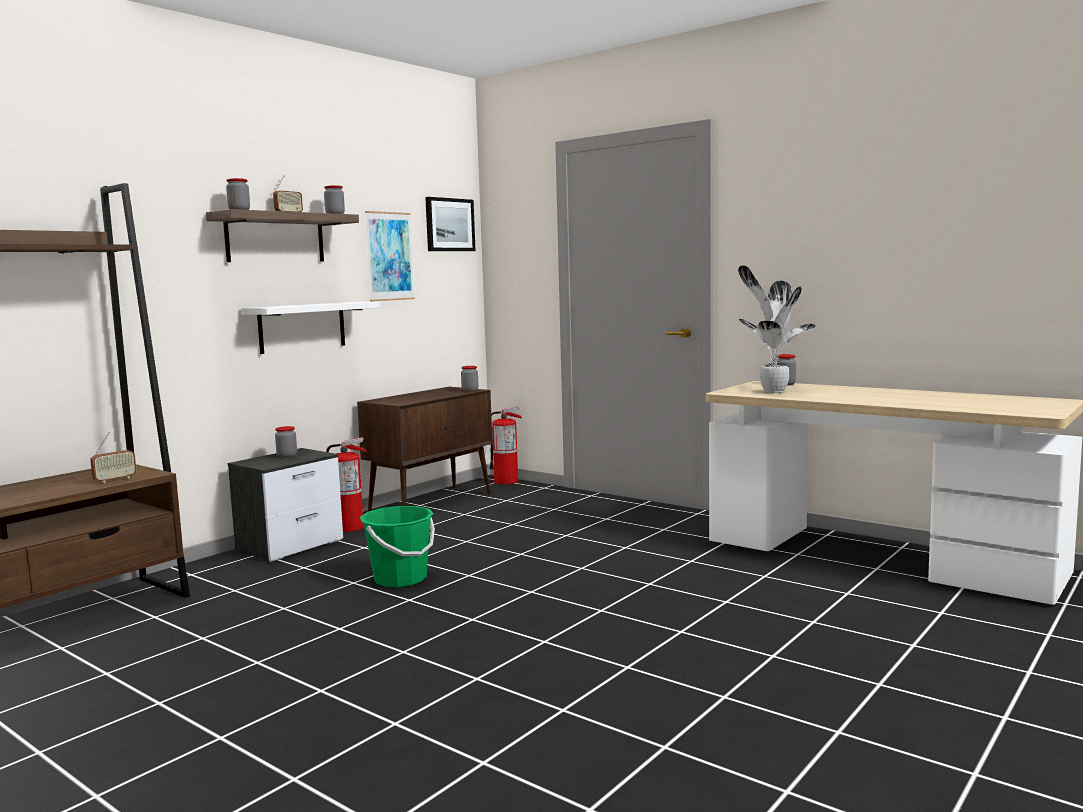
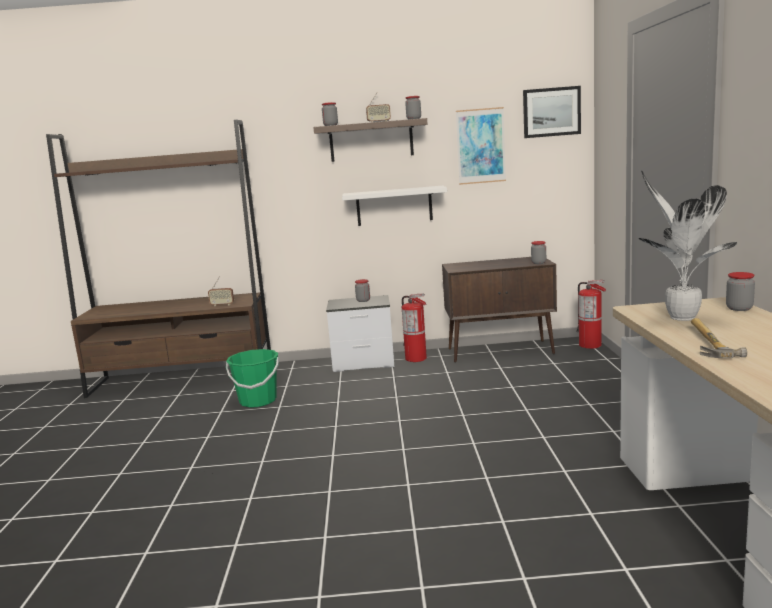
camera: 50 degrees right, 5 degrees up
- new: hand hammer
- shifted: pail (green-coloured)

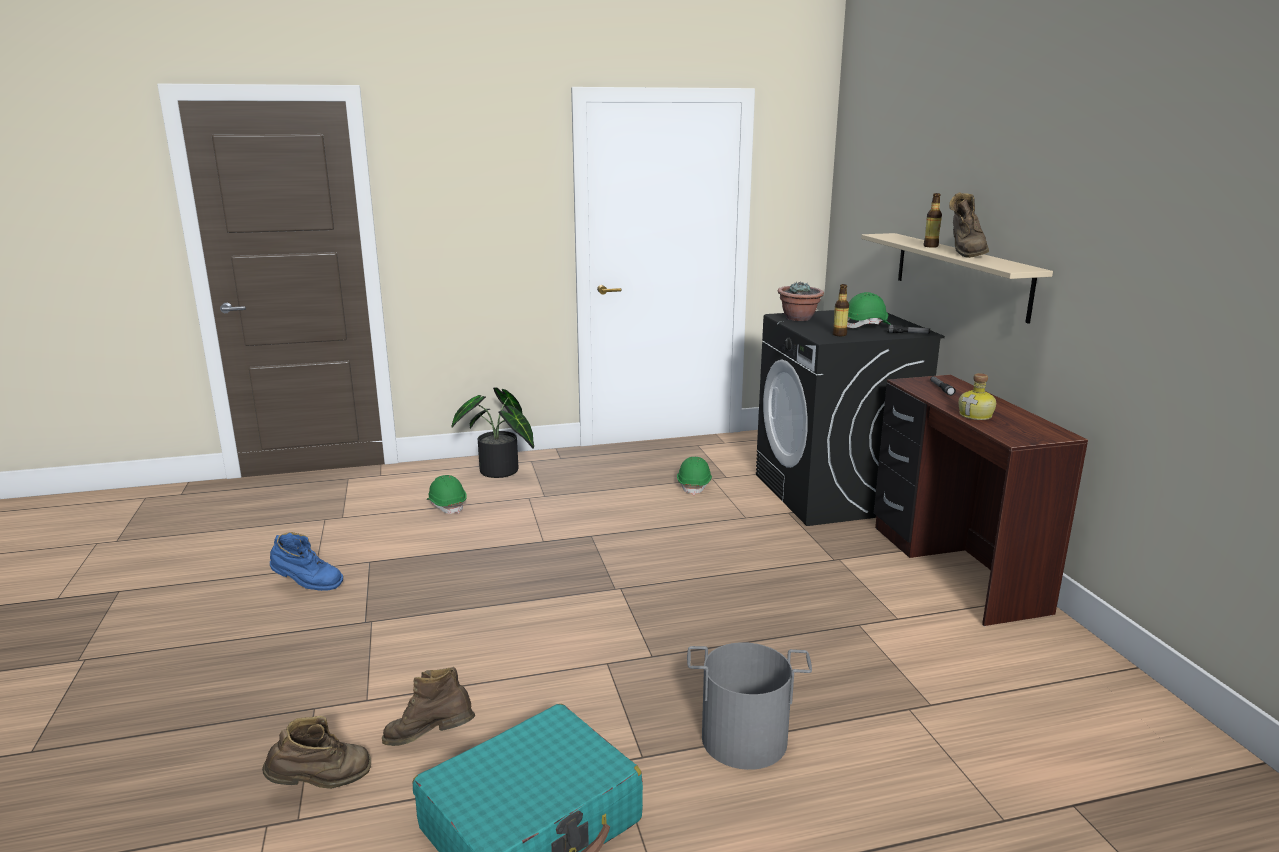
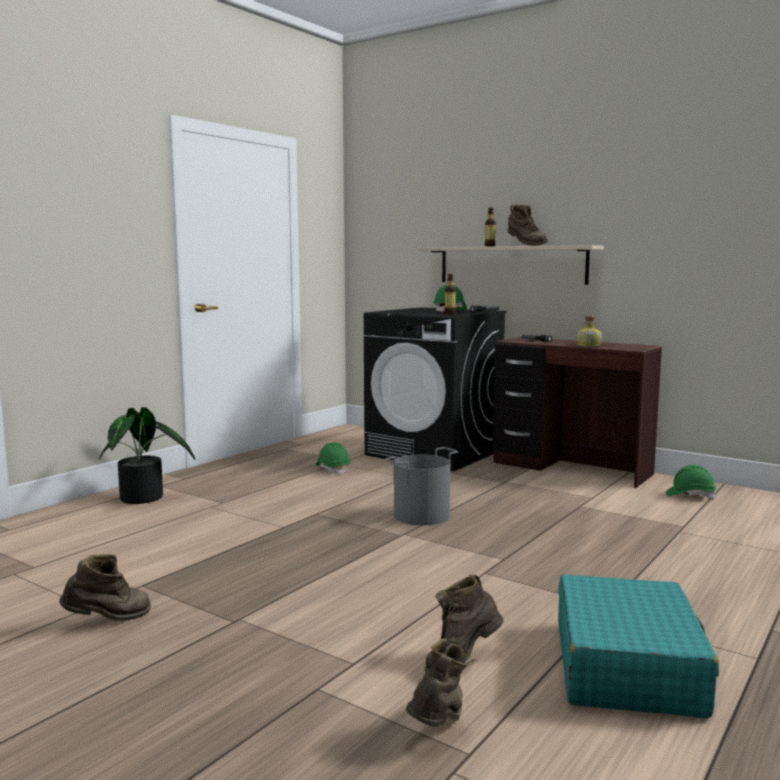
camera: 40 degrees left, 10 degrees down
- gone: plant in a pot (no. 2 from left)
- shifted: safety helmet (green-coloured) (no. 1 from left in the first image) to safety helmet (green-coloured) (no. 3 from left)
- shifted: pail (greyish)
- repainted: high-top boot (blue-coloured) to high-top boot (brown) (no. 1 from left)

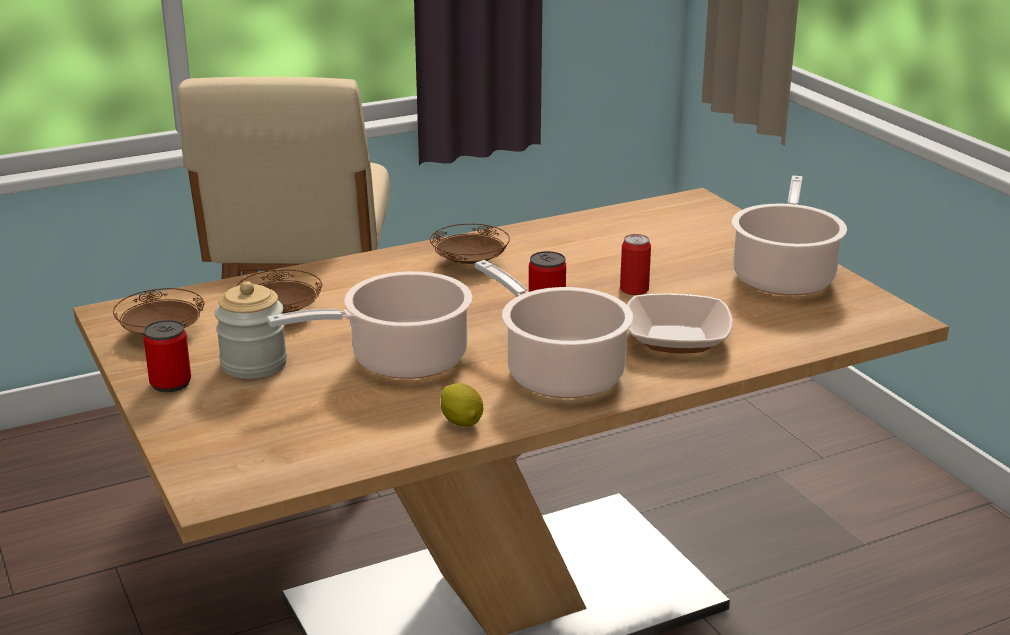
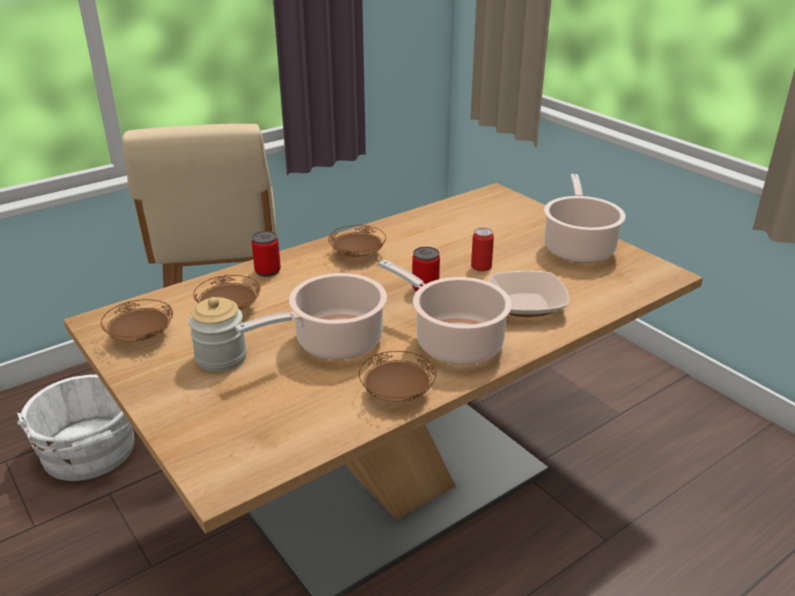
camera: 10 degrees left, 5 degrees up
- new: pail (white)
- shifted: can (no. 1 from left)
- swapped: citrus fruit to dinner plate (brown) (no. 4 from left)

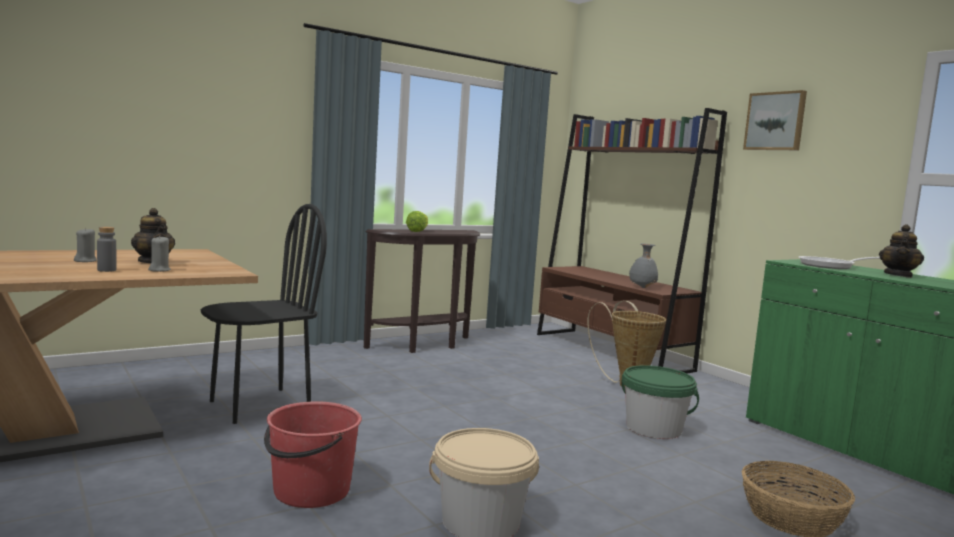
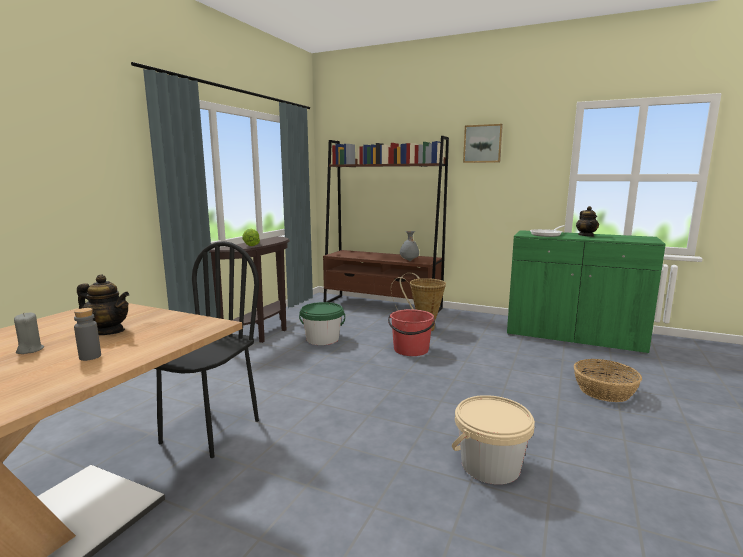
camera: 30 degrees left, 5 degrees up
- gone: wax light (greyish) (no. 2 from left)
- shifted: pail (reddish)
- shifted: pail (green-coloured)

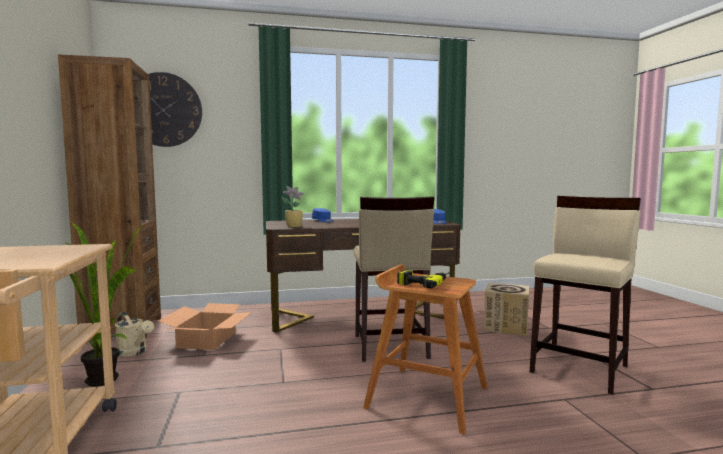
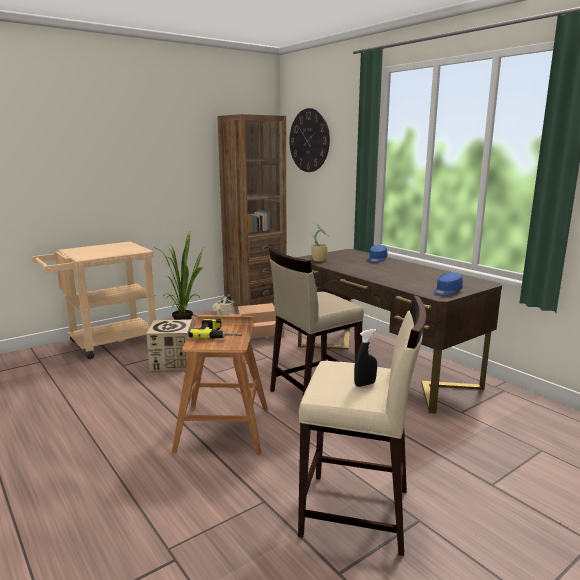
camera: 65 degrees right, 10 degrees up
- new: spray bottle (black)
- shifted: packing box (no. 2 from left in the first image) to packing box (no. 1 from left)

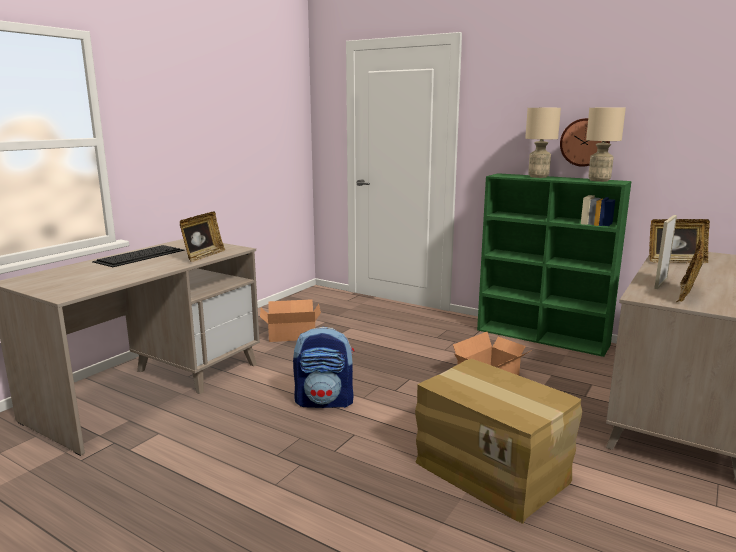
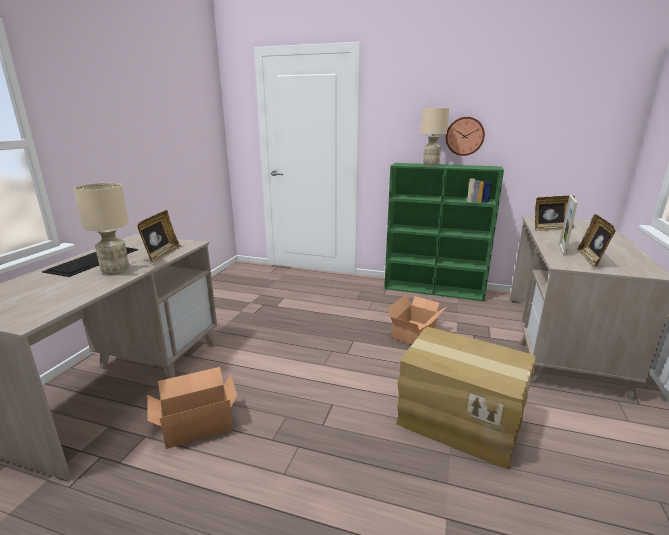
camera: 15 degrees left, 5 degrees up
- gone: backpack
- shifted: packing box (no. 1 from left)
- shifted: table lamp (beige) (no. 2 from left in the first image) to table lamp (beige) (no. 1 from left)

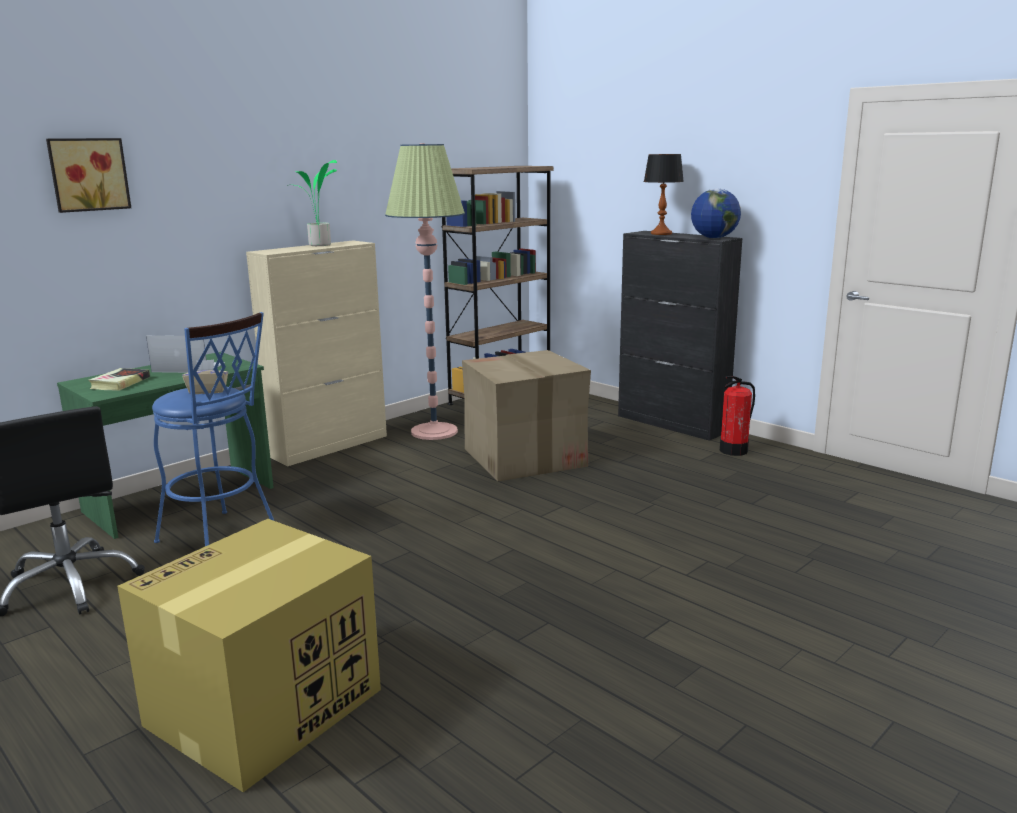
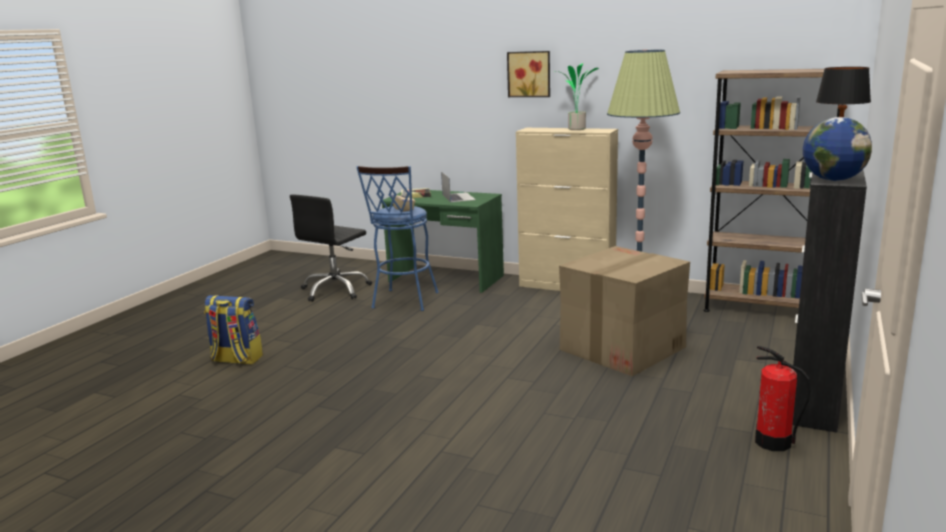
camera: 70 degrees right, 0 degrees up
- shifted: wall art
- swapped: packing box (no. 1 from left) to backpack

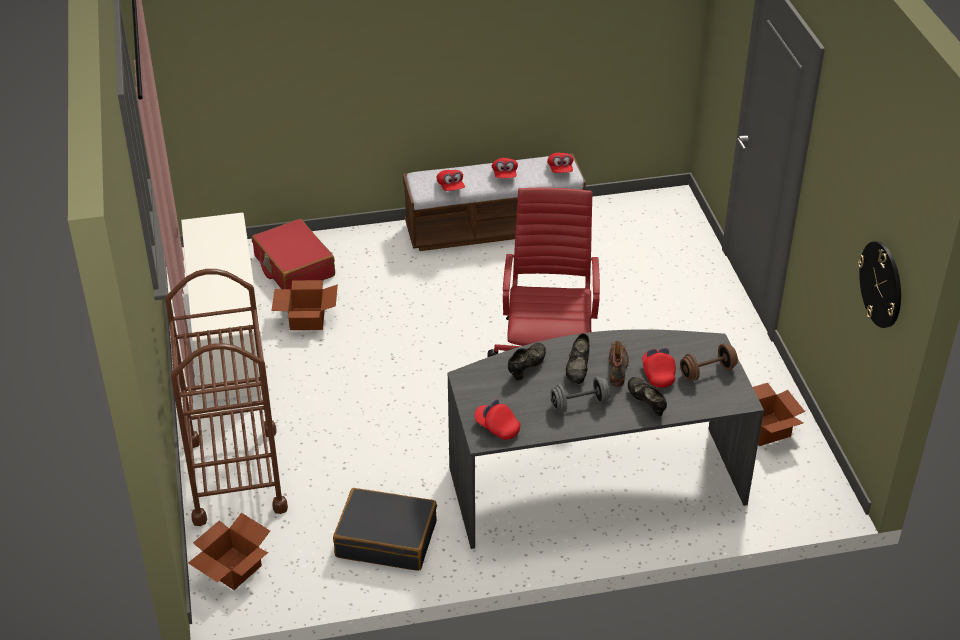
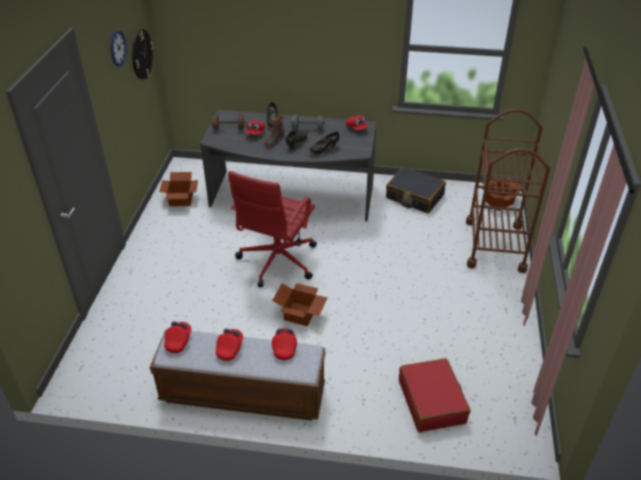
camera: 160 degrees left, 0 degrees up
- gone: shoe stand (white)
- new: hanging clock (no. 1 from left)
- shifted: packing box (no. 2 from left)

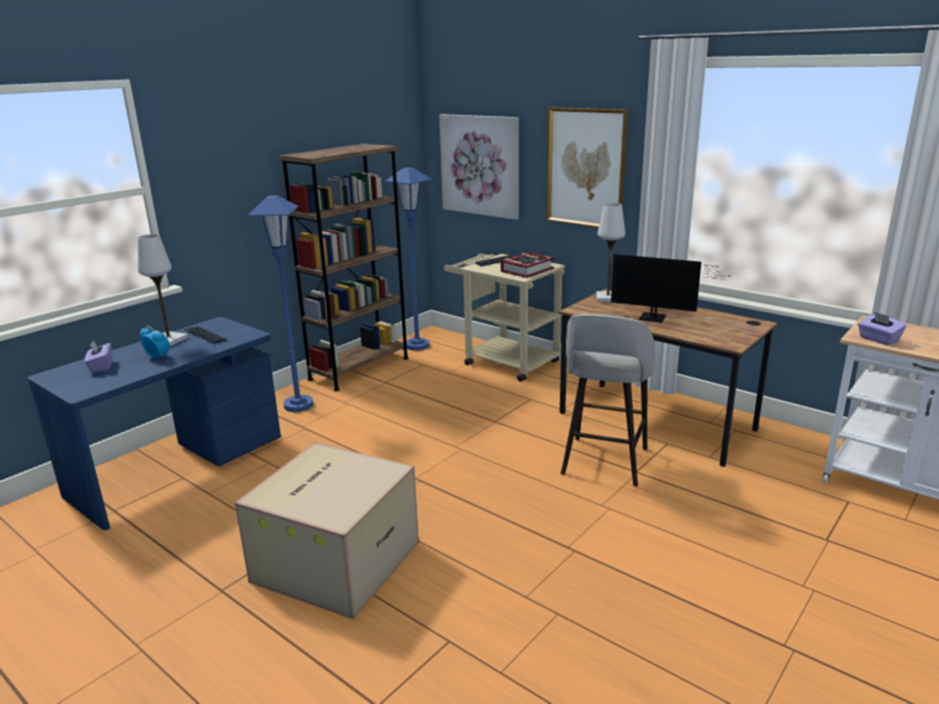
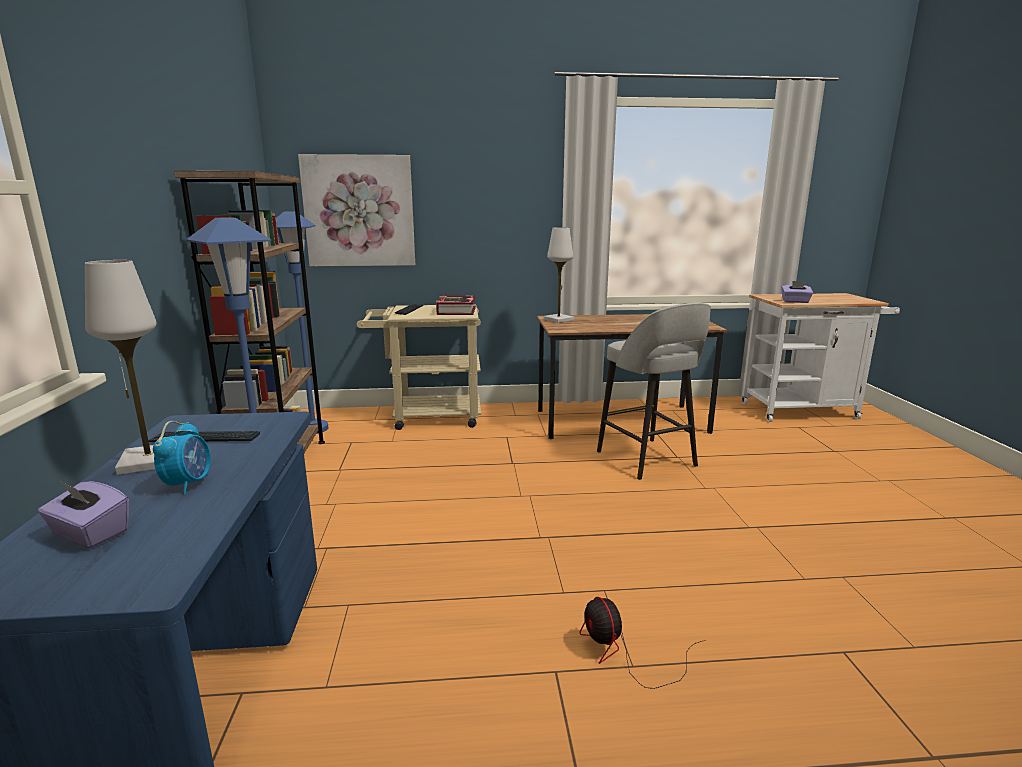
camera: 45 degrees left, 5 degrees down
- gone: wall art (no. 2 from left)
- gone: computer screen
- swapped: packing box to fan
- rotated: alarm clock 105 degrees clockwise

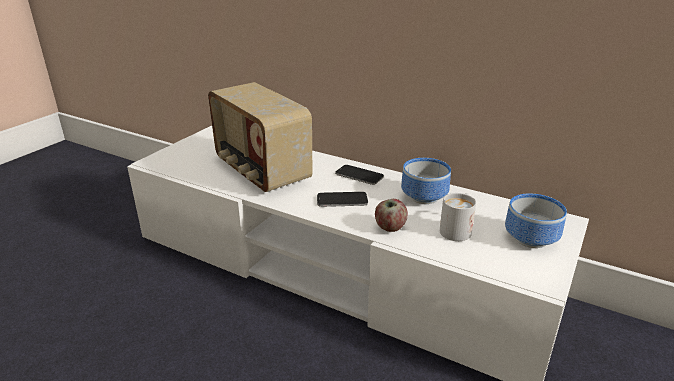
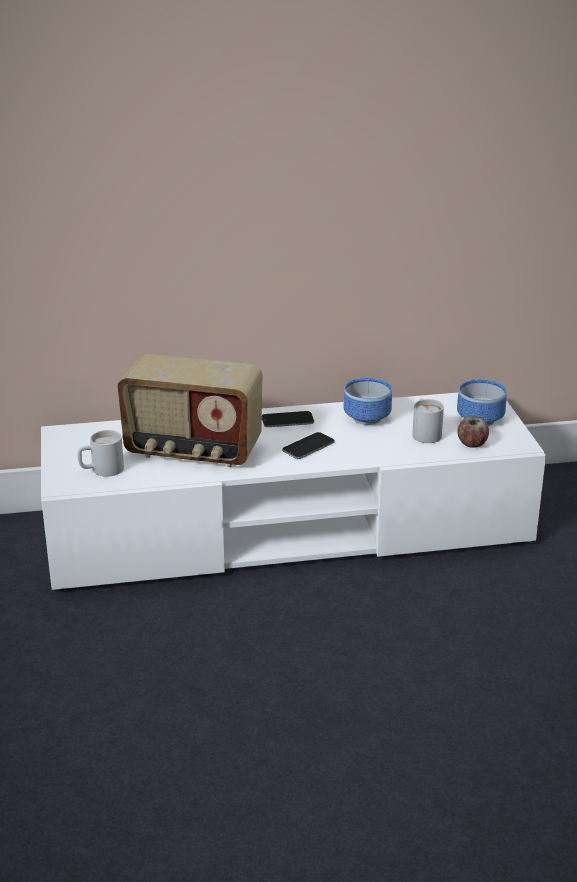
camera: 40 degrees left, 0 degrees up
- new: coffee mug (white) (no. 1 from left)
- shifted: apple

